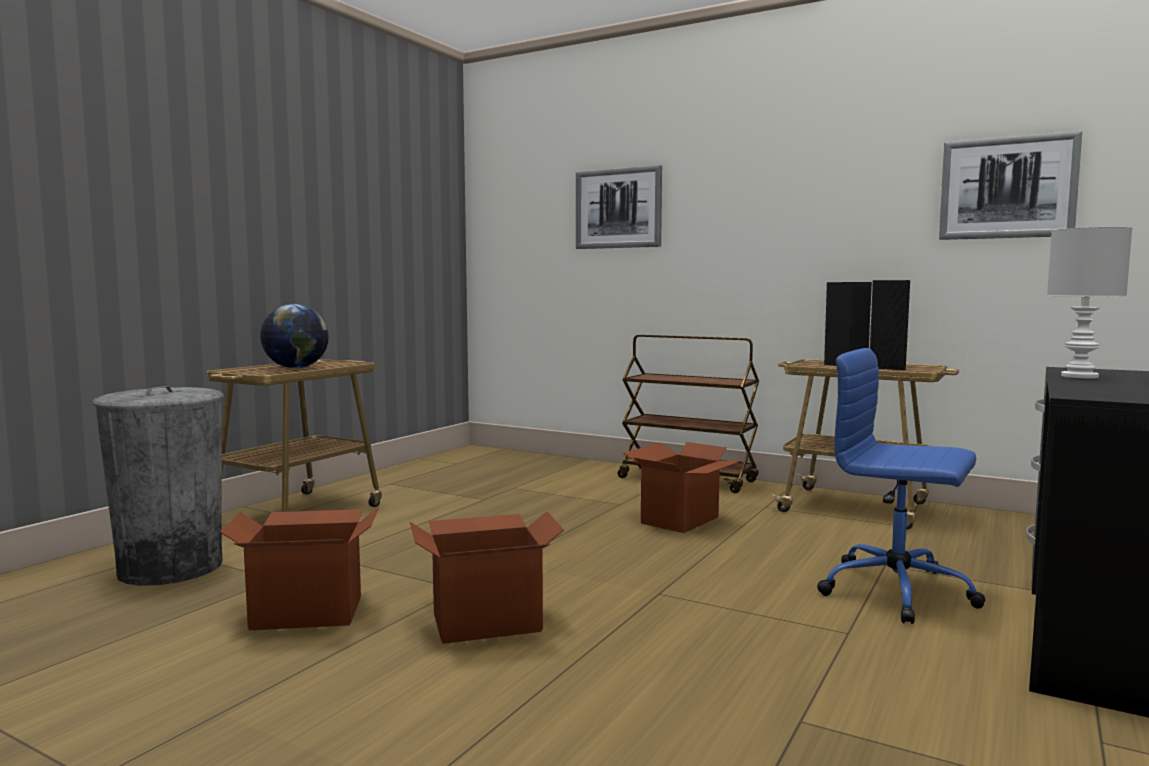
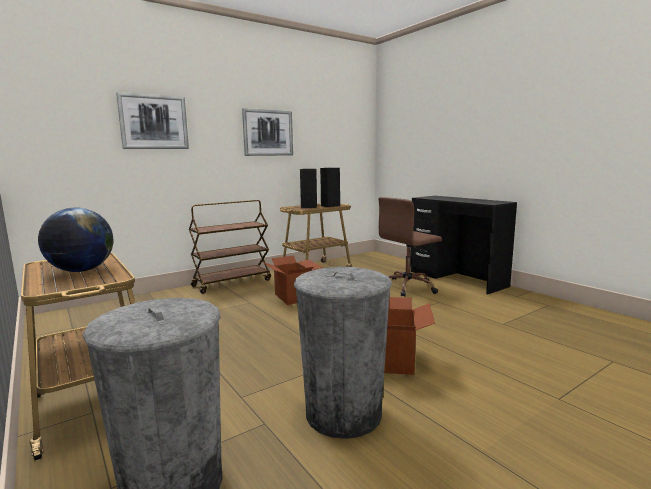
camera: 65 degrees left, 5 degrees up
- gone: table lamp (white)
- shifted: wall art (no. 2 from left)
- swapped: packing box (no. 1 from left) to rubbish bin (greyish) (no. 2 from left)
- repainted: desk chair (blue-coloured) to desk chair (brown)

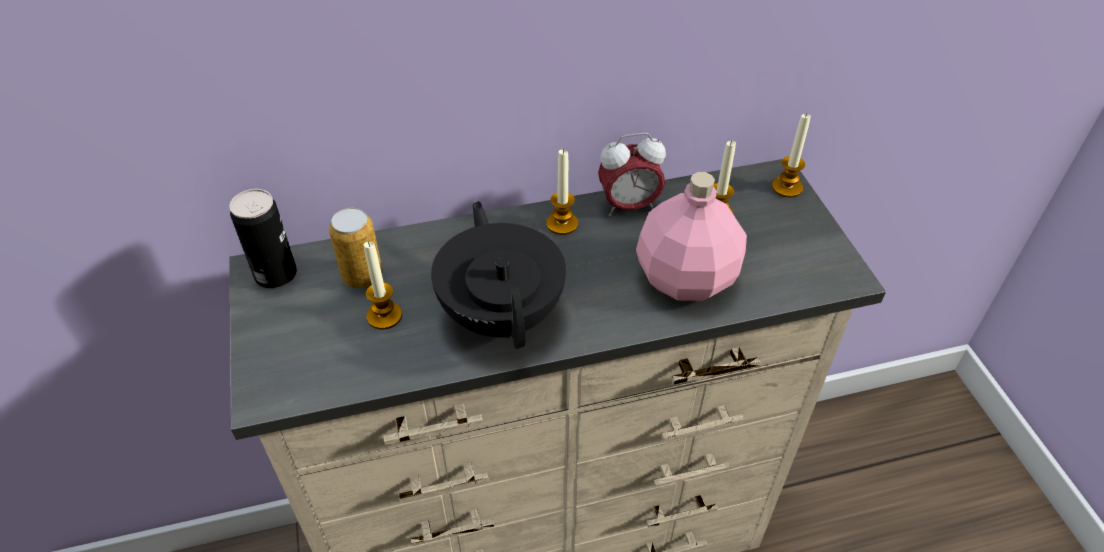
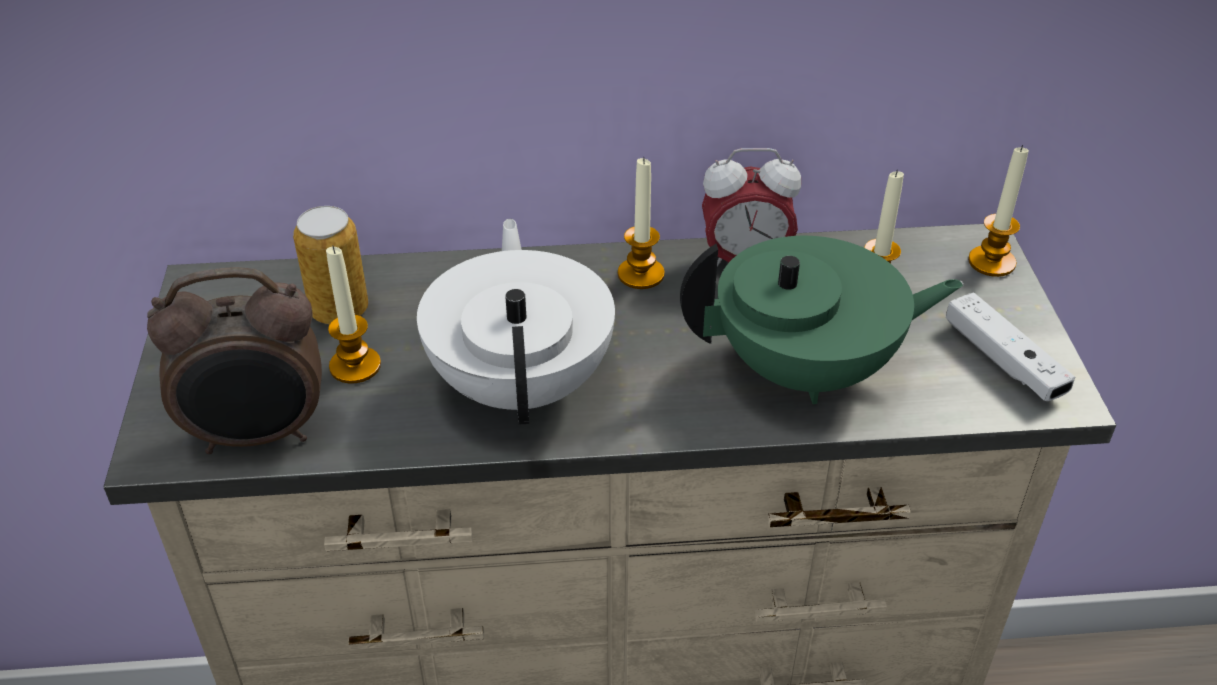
camera: 10 degrees right, 5 degrees down
- gone: can (no. 1 from left)
- new: alarm clock (no. 1 from left)
- new: game controller (white)
- swapped: bottle (pink) to teapot (green-coloured)
- repainted: teapot (black) to teapot (white)

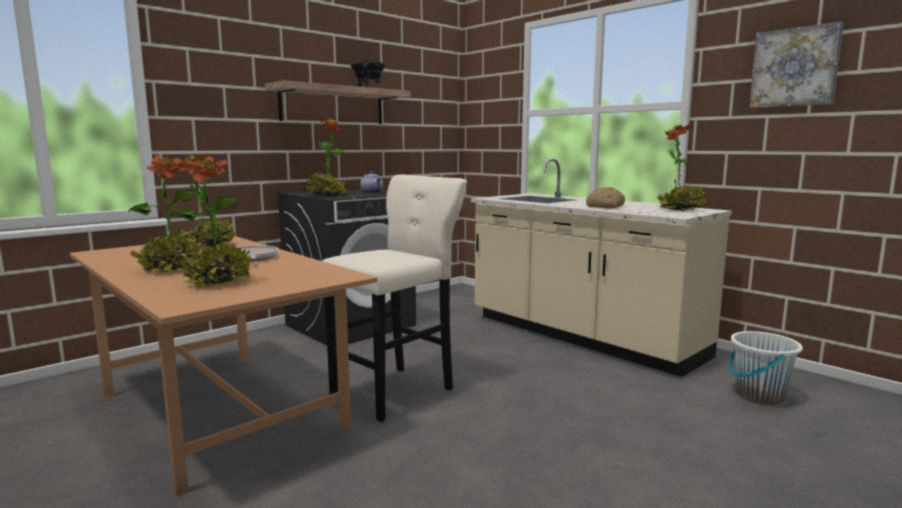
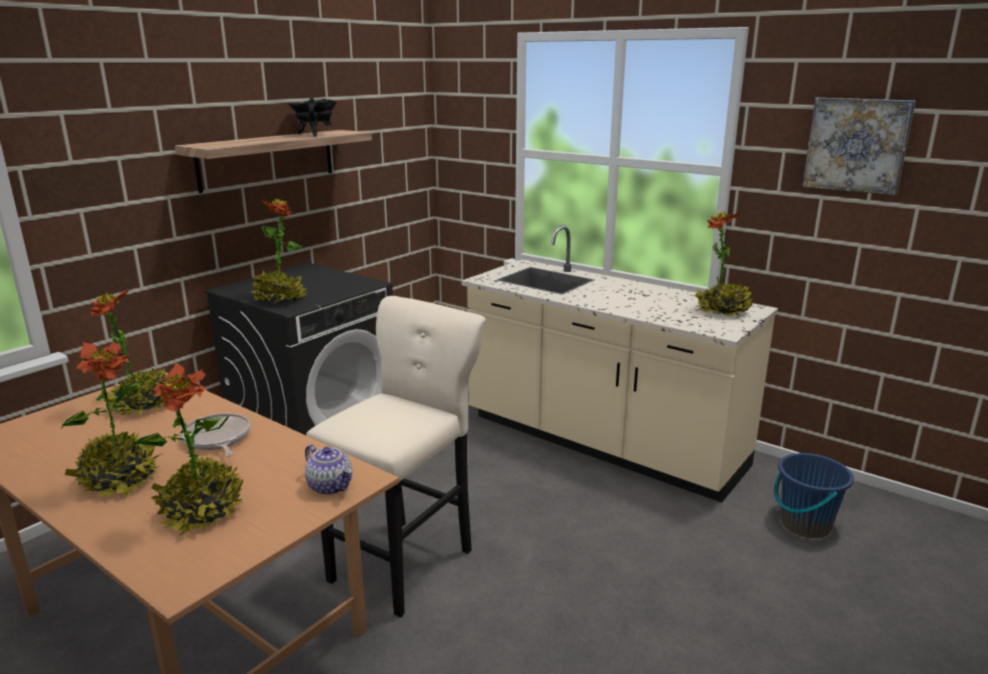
camera: 10 degrees left, 10 degrees up
- gone: baked bread
- shifted: teapot
- repainted: pail (white) to pail (blue-coloured)

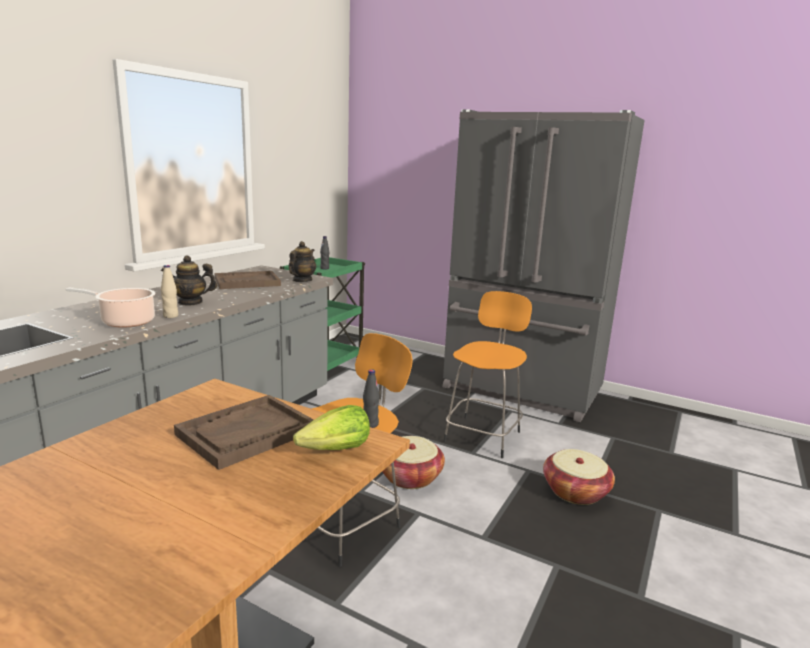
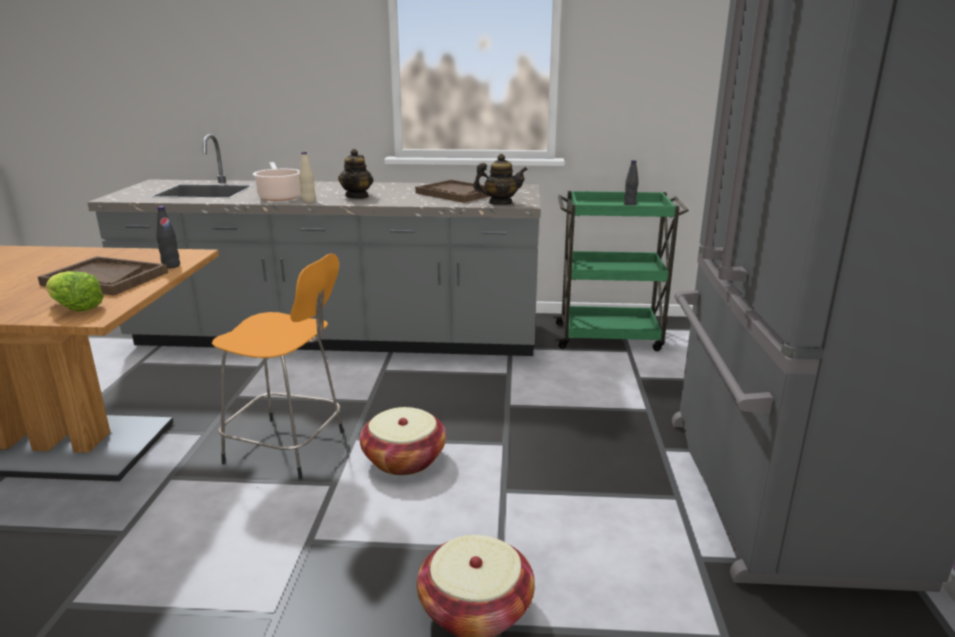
camera: 65 degrees right, 5 degrees up
- gone: stool (orange-coloured) (no. 2 from left)
- shifted: bottle (black) (no. 2 from left in the first image) to bottle (black) (no. 1 from left)
- rotated: teapot (no. 1 from left) 135 degrees counterclockwise

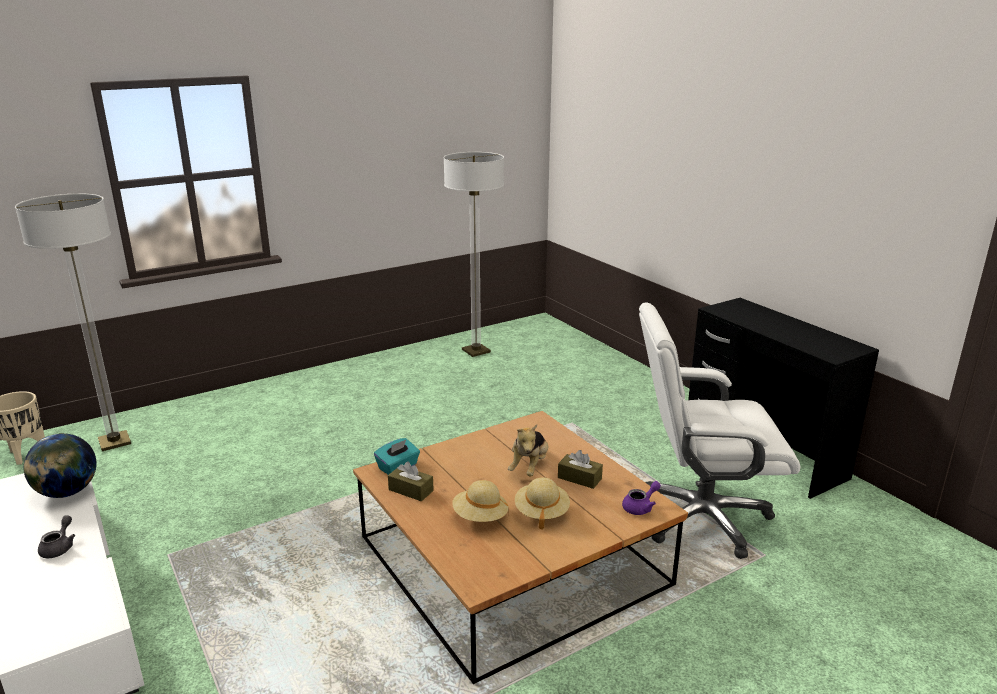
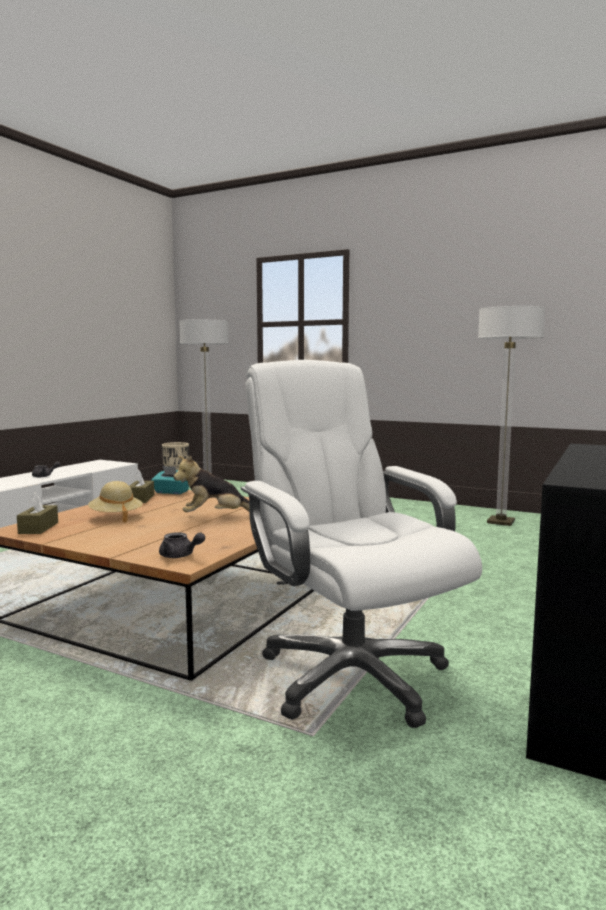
camera: 60 degrees right, 15 degrees down
- gone: desk globe
- gone: wearable hat (beige) (no. 2 from left)
- shifted: tissue box (brown) (no. 2 from left in the first image) to tissue box (brown) (no. 1 from left)
- repainted: teapot (purplish) to teapot (greyish) (no. 2 from left)

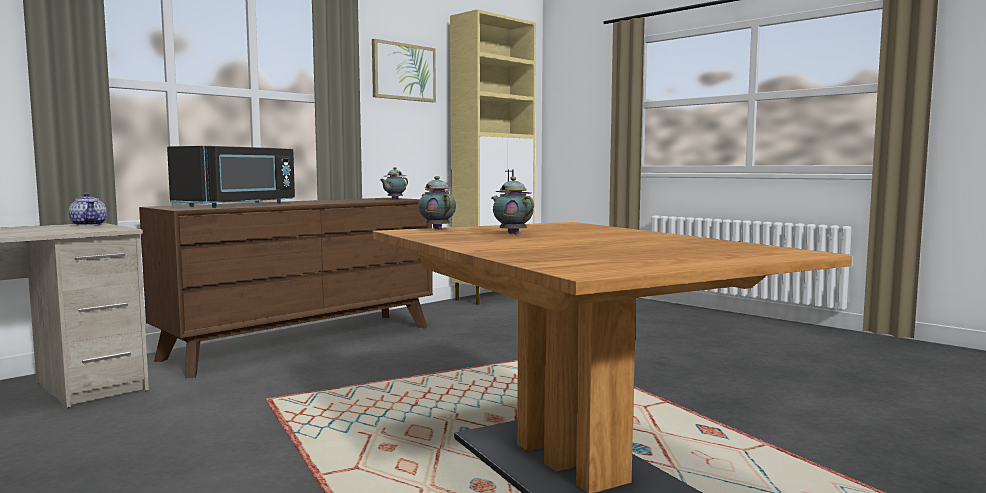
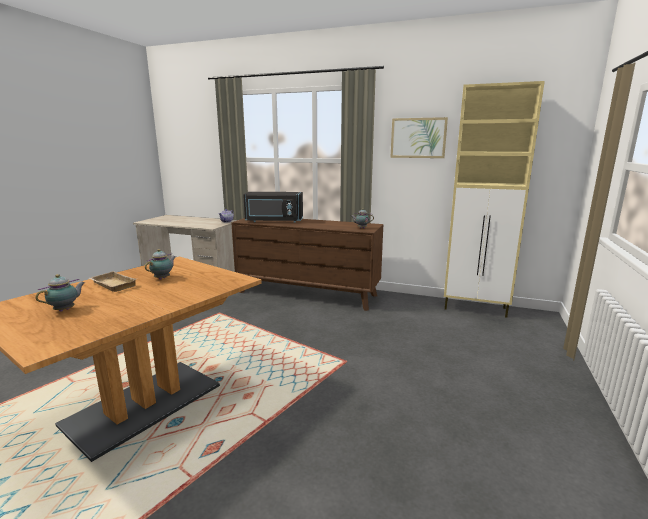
camera: 65 degrees right, 10 degrees up
- new: carrying tray (beige)
- shifted: teapot (no. 3 from left in the first image) to teapot (no. 1 from left)

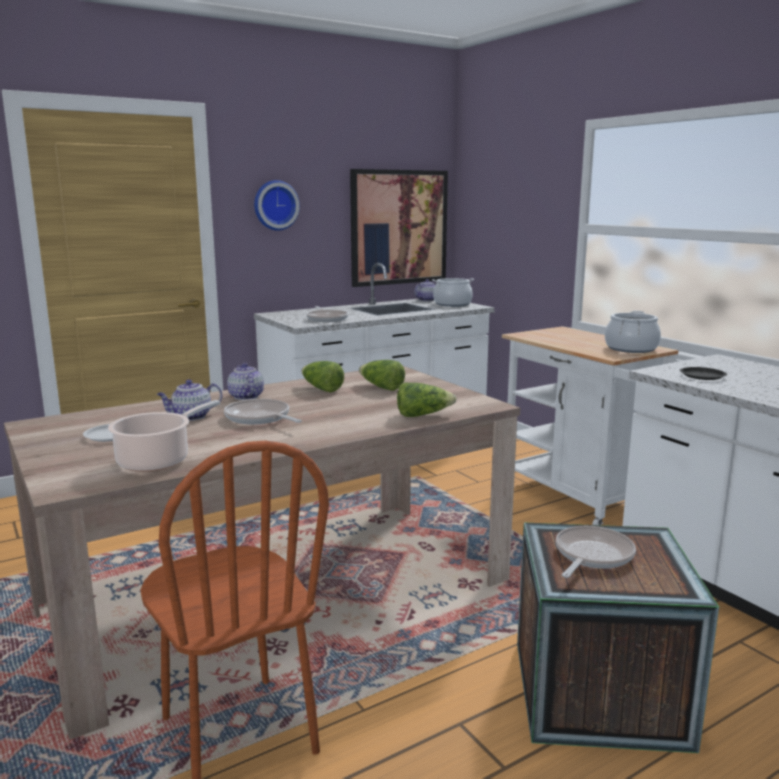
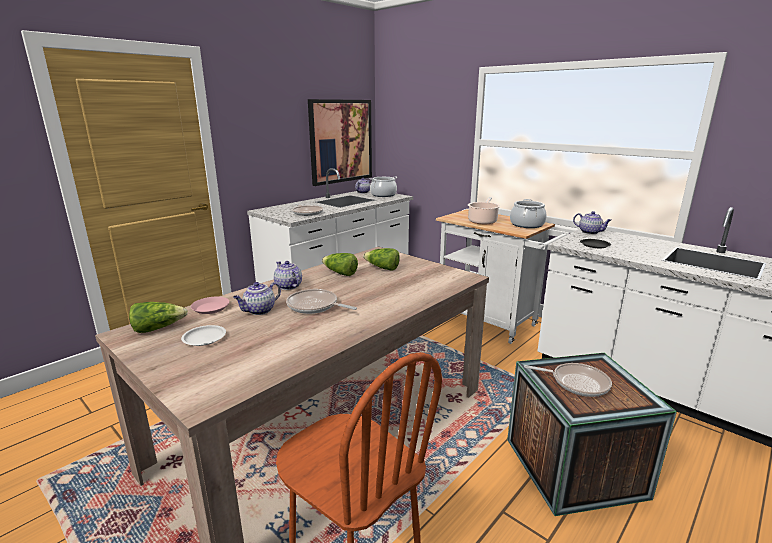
camera: 15 degrees left, 5 degrees up
- gone: hanging clock
- new: dinner plate (pink)
- new: teapot (no. 4 from left)
- shifted: stockpot (no. 1 from left in the first image) to stockpot (no. 2 from left)
- shifted: lettuce head (no. 3 from left in the first image) to lettuce head (no. 1 from left)
- rotated: skillet (no. 3 from left) 90 degrees clockwise

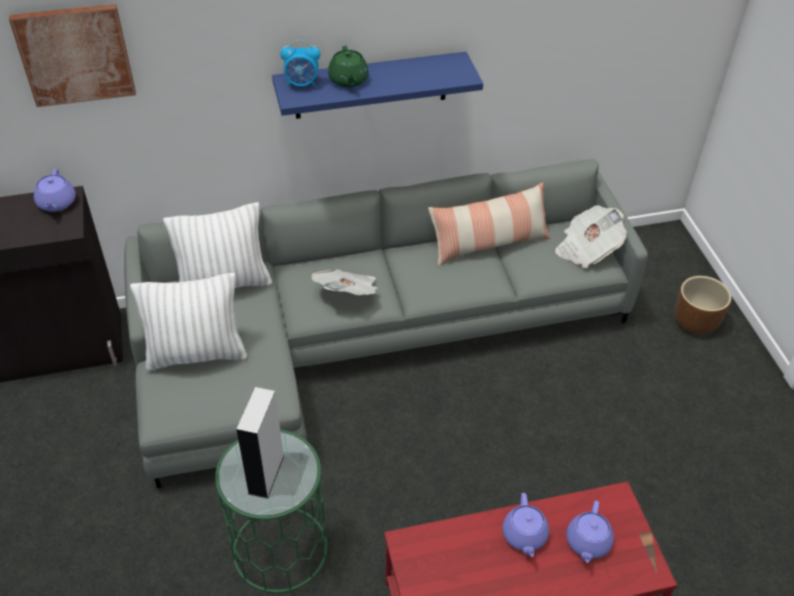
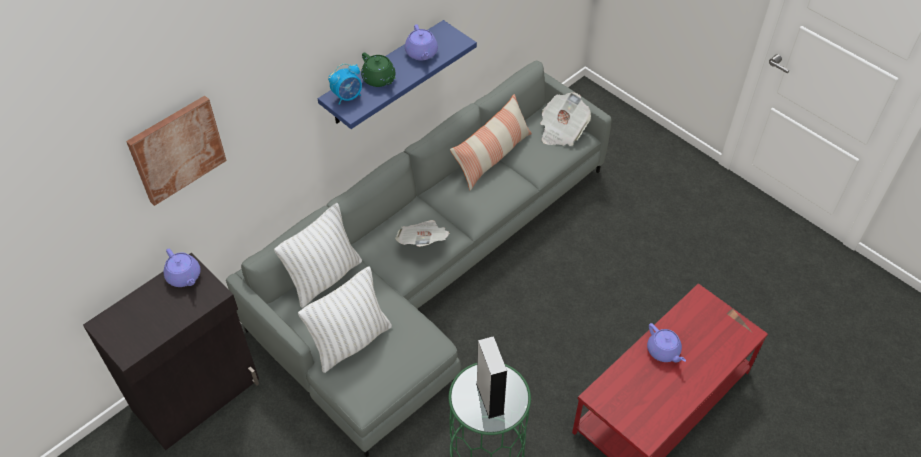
camera: 30 degrees left, 5 degrees up
- gone: plant pot (brown)
- shifted: teapot (purplish) (no. 3 from left in the first image) to teapot (purplish) (no. 2 from left)

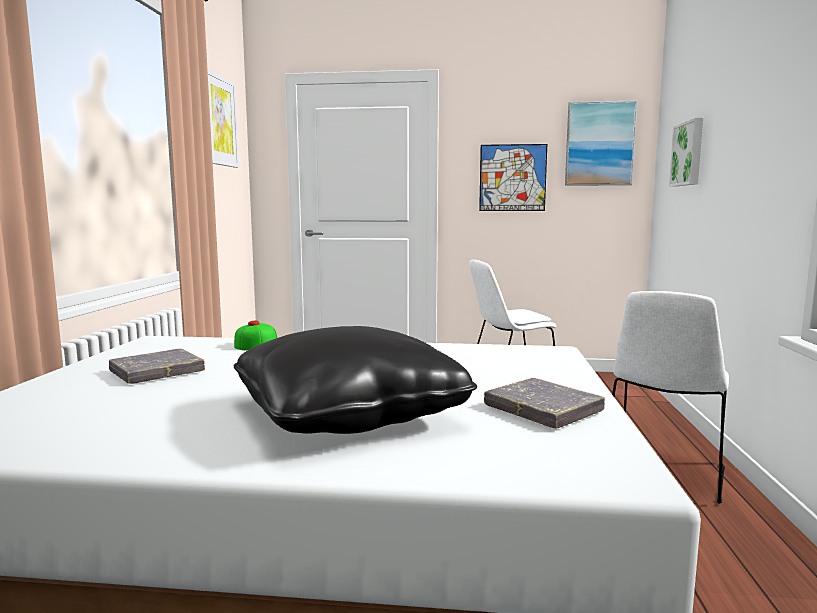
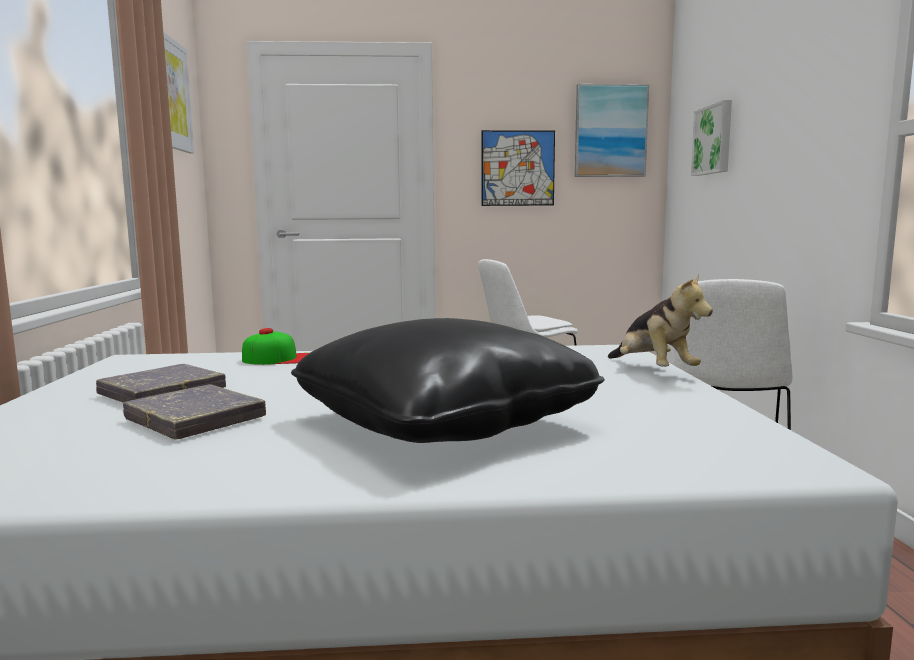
camera: 10 degrees left, 0 degrees up
- new: cuddly toy
- shifted: book (greyish) (no. 2 from left)

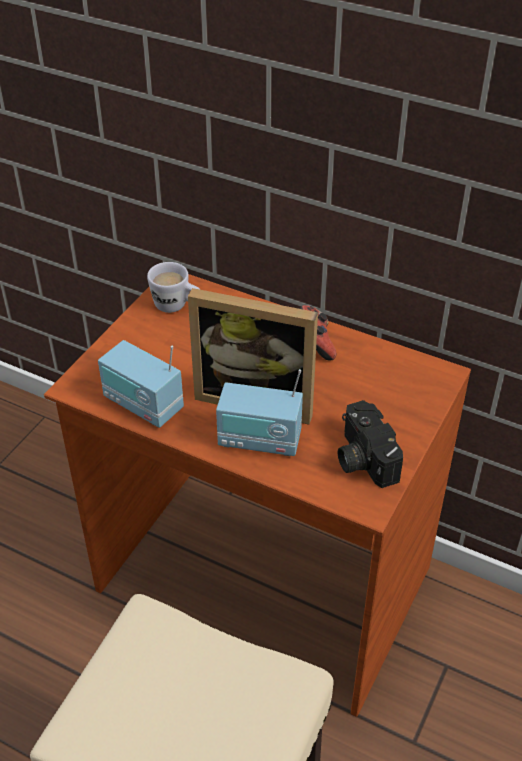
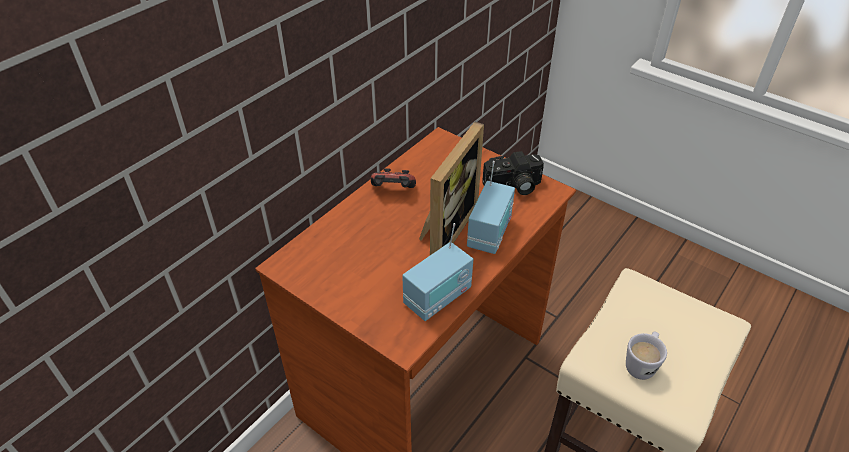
camera: 80 degrees left, 0 degrees up
- shifted: coffee mug (white)

